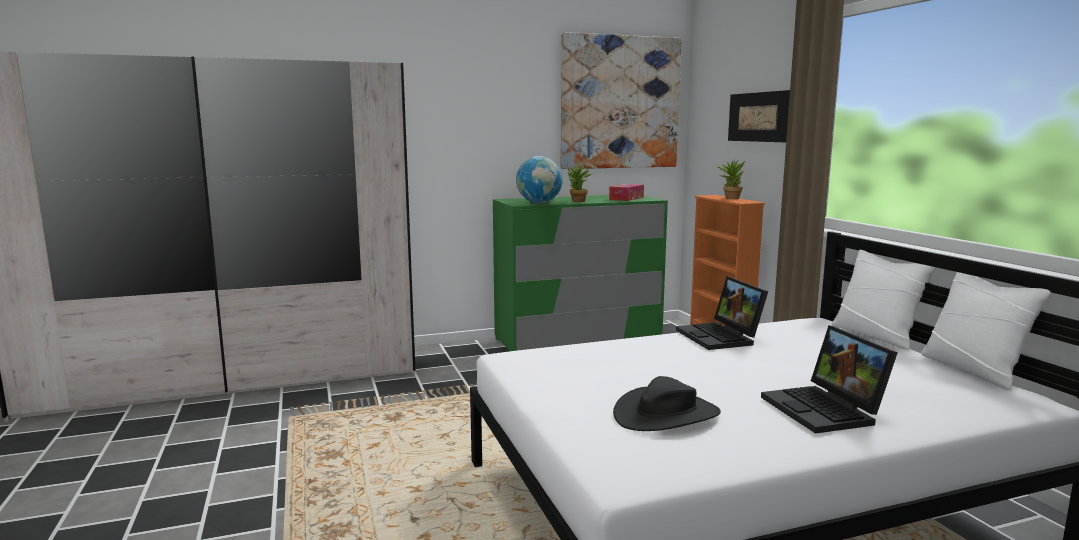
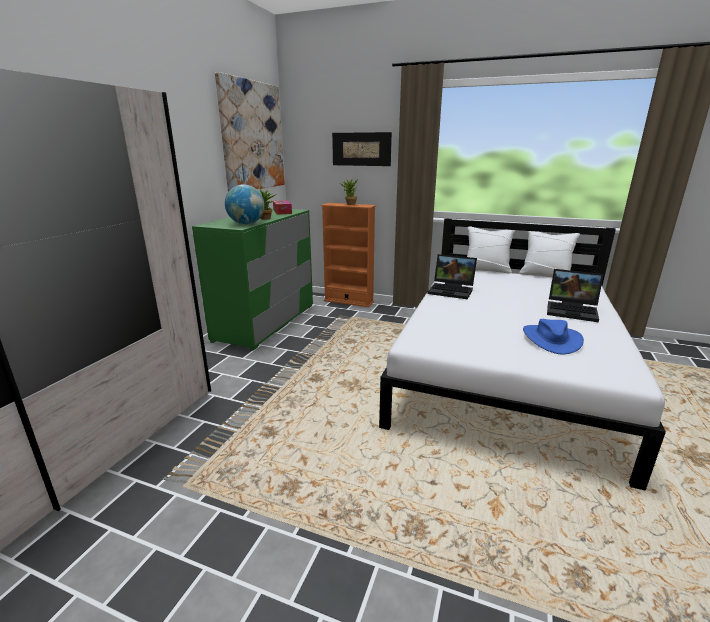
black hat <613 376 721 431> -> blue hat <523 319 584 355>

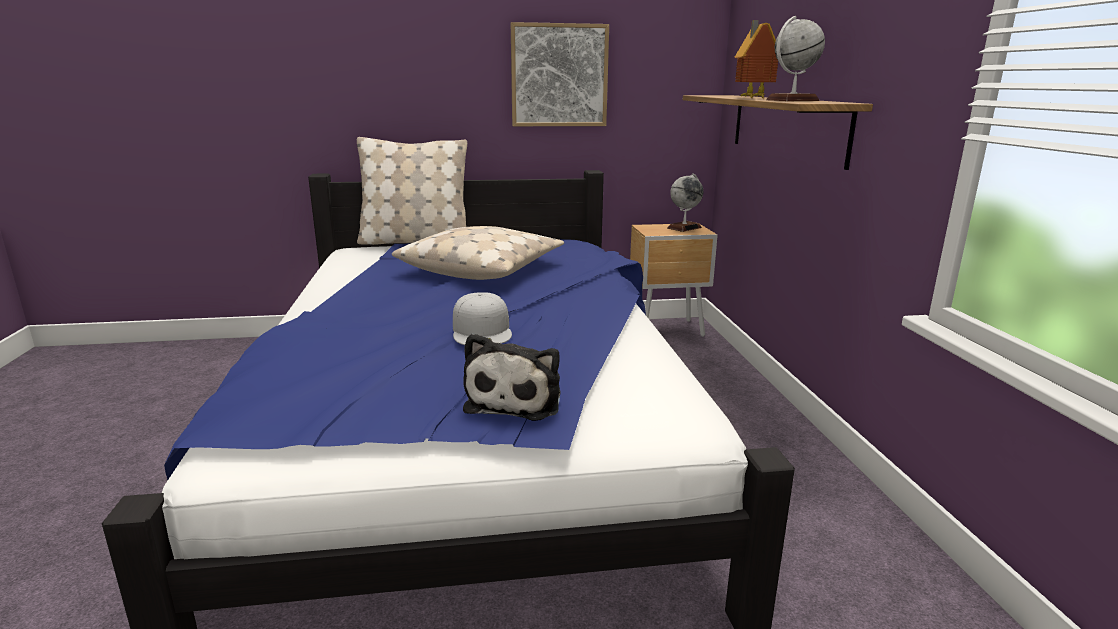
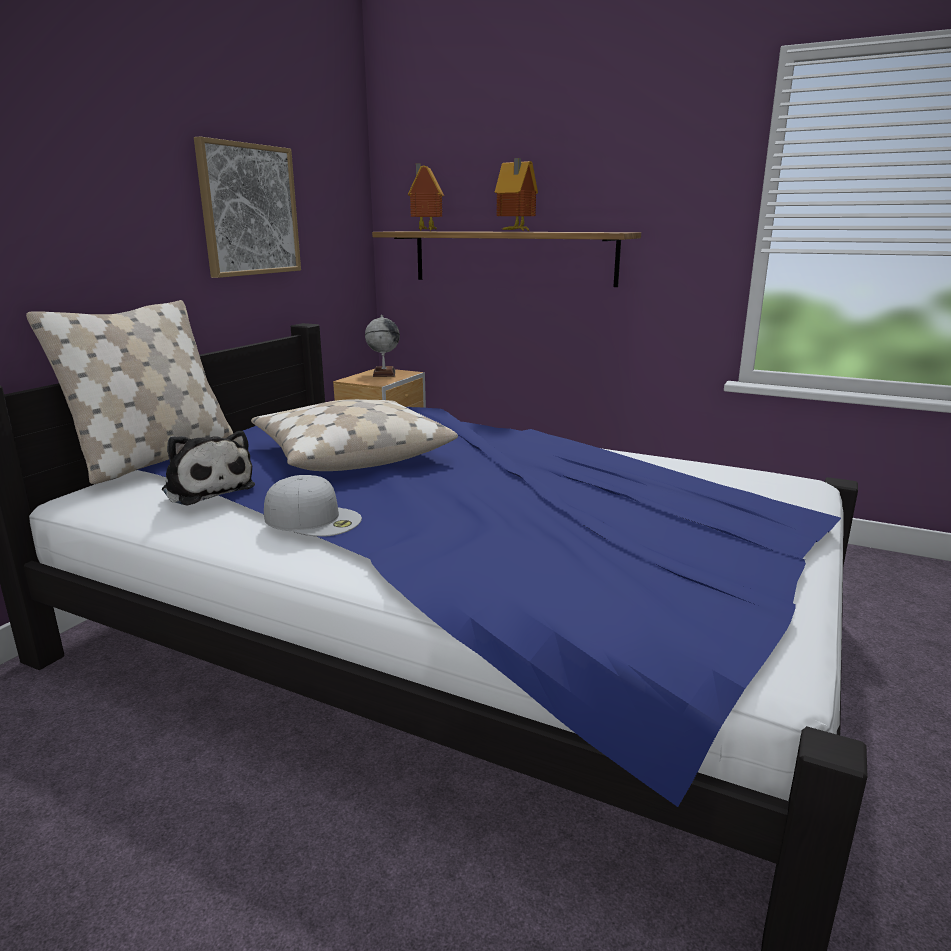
white cap <453 292 512 345> -> white cap <264 475 362 537>, move
plush toy <463 333 560 421> -> plush toy <162 431 255 505>, move
globe <766 16 825 101> -> none
none -> toy house <408 163 444 231>

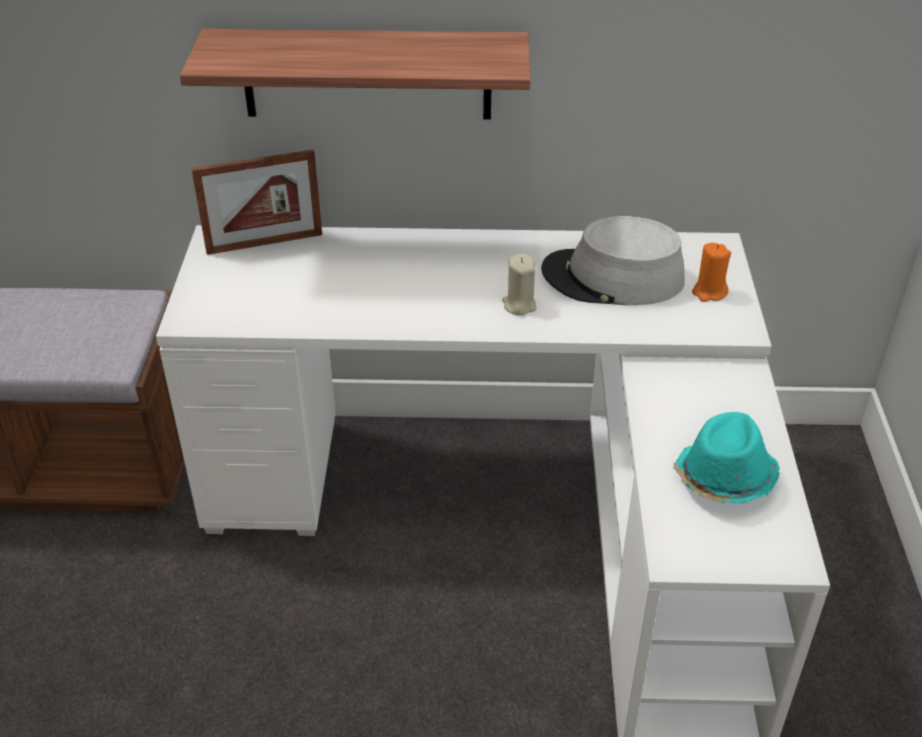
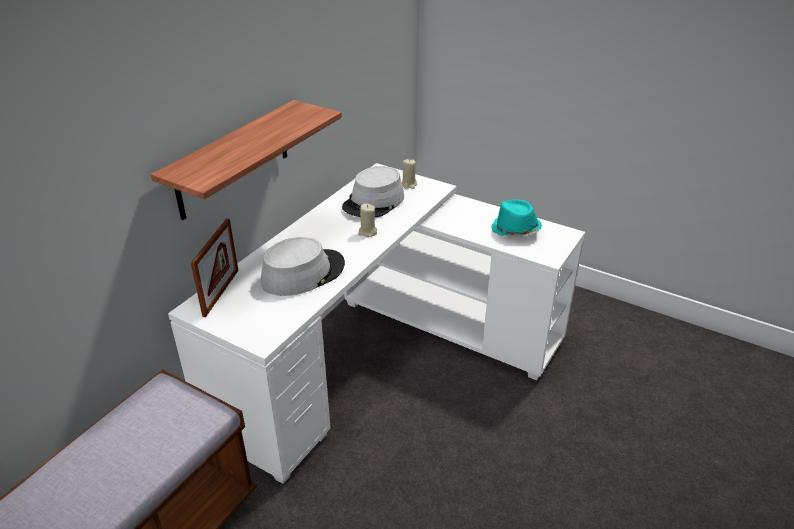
orange candle <692 243 731 302> -> beige candle <402 159 417 189>
none -> grey hat <261 237 345 296>

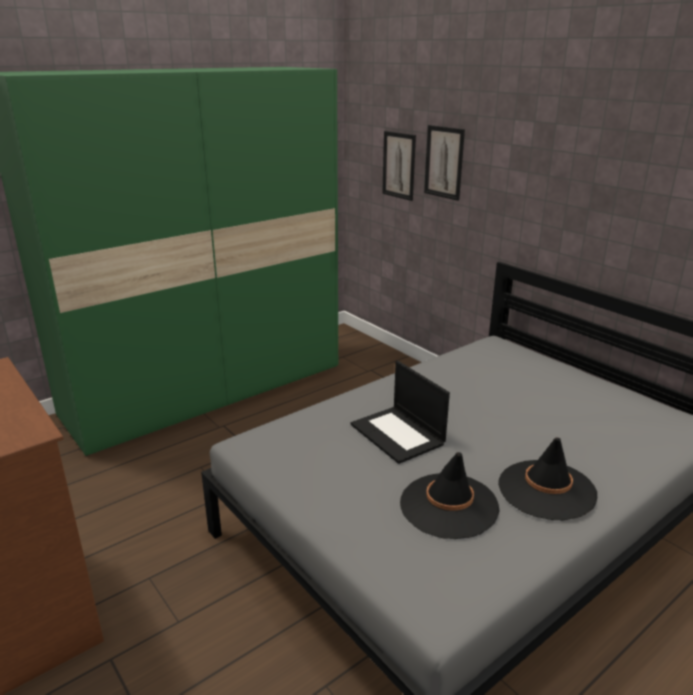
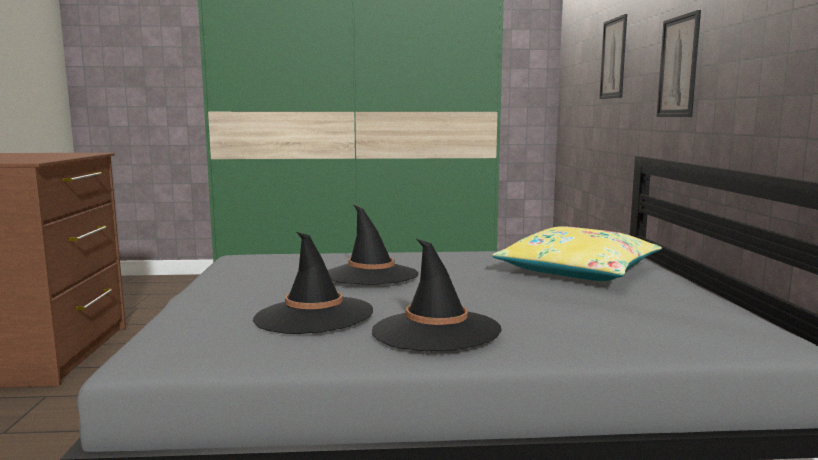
laptop <351 361 450 464> -> black hat <328 204 419 285>
picture <382 131 416 201> -> picture <657 10 701 117>, move
none -> yellow pillow <492 226 662 281>

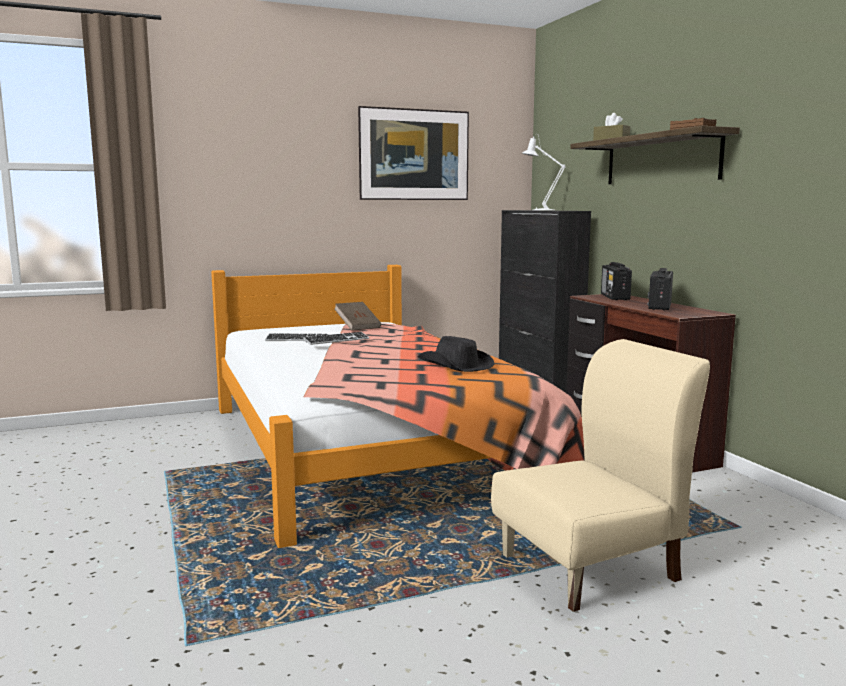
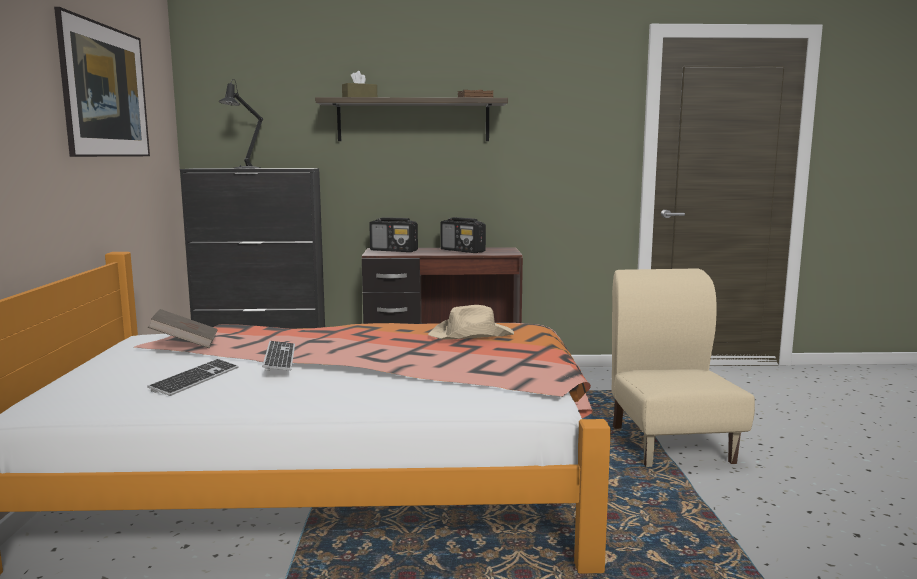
black hat <418 336 495 372> -> beige hat <428 305 514 340>
white table lamp <522 134 566 210> -> black table lamp <219 79 263 168>

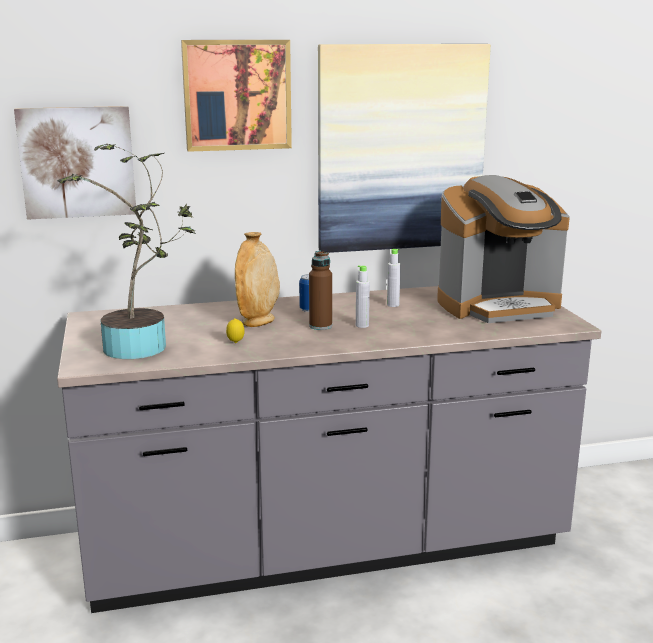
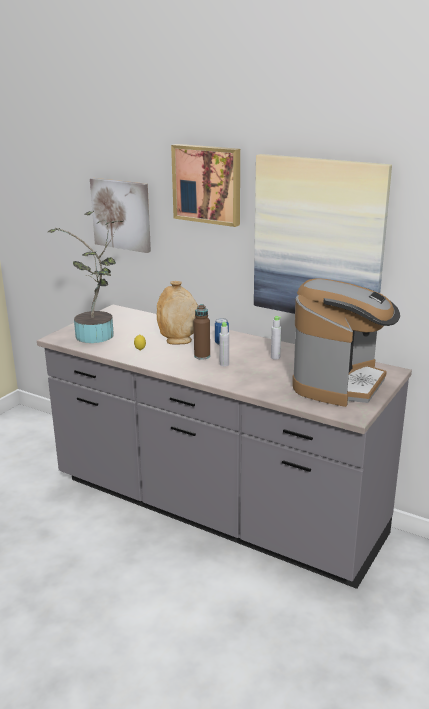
coffee machine <437 175 570 323> -> coffee machine <292 278 400 407>, 90 degrees counterclockwise

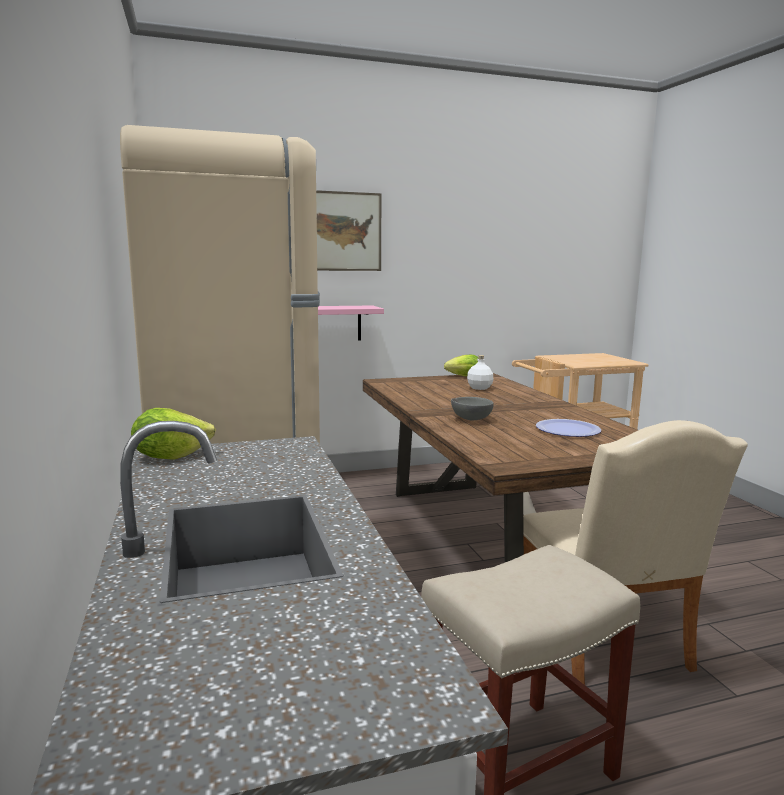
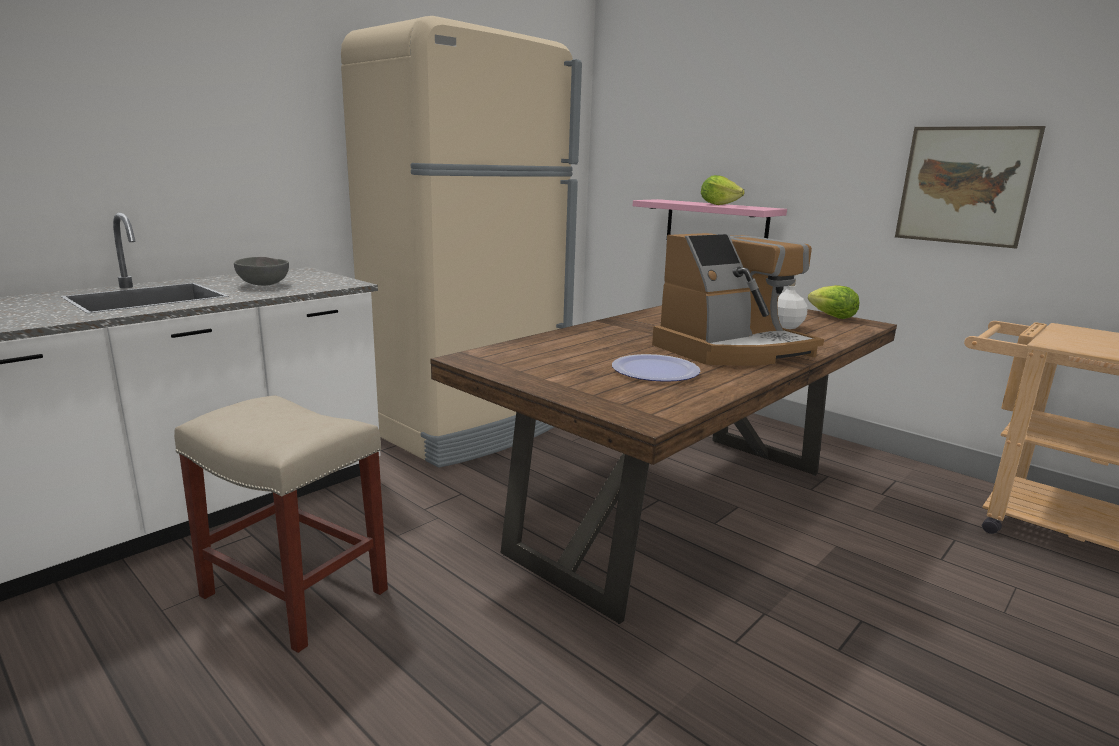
lettuce <131 408 216 460> -> lettuce <701 175 745 205>, move
picture <316 190 381 271> -> picture <895 126 1046 249>, move
grey bowl <451 397 494 420> -> grey bowl <234 257 289 286>, move
beige chair <523 420 748 685> -> none
none -> coffee machine <652 233 824 366>

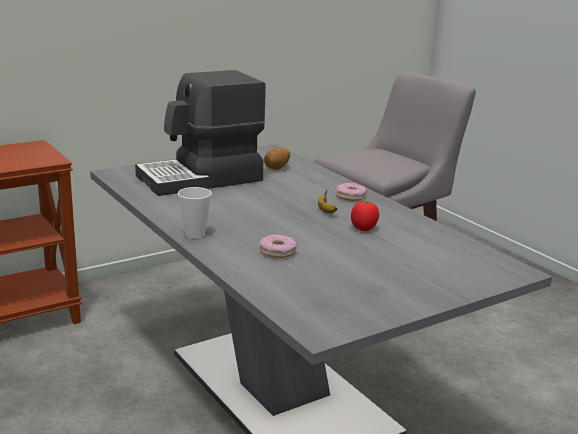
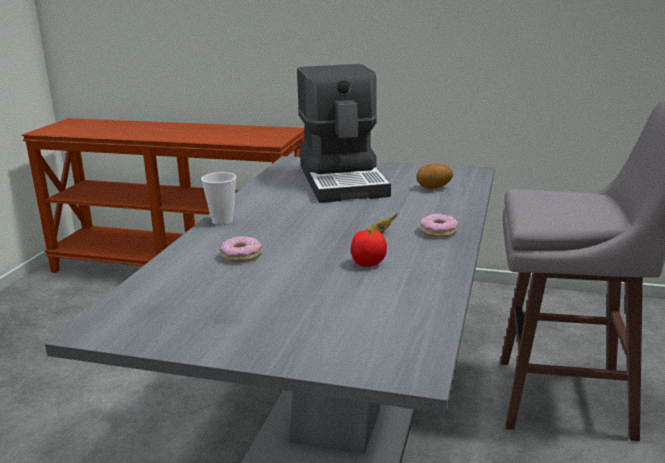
coffee machine <135 70 266 196> -> coffee machine <297 64 391 203>, 120 degrees counterclockwise

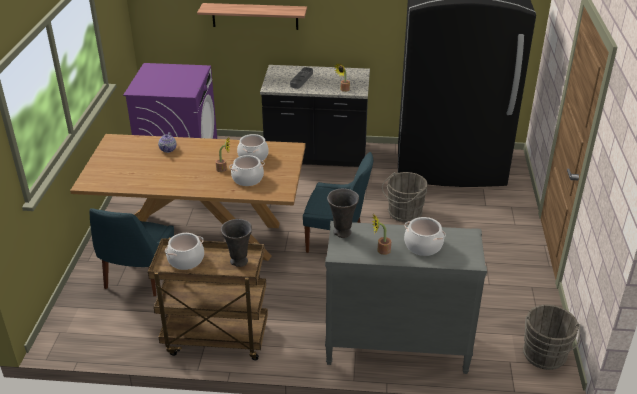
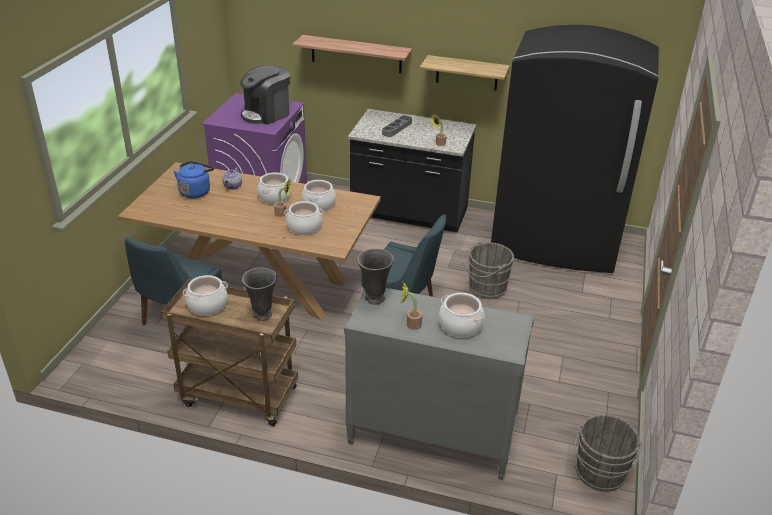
none -> blue kettle <174 161 214 198>
none -> coffee machine <240 65 290 125>
none -> cooking pot <258 172 292 204>
none -> shelf <420 55 510 90>

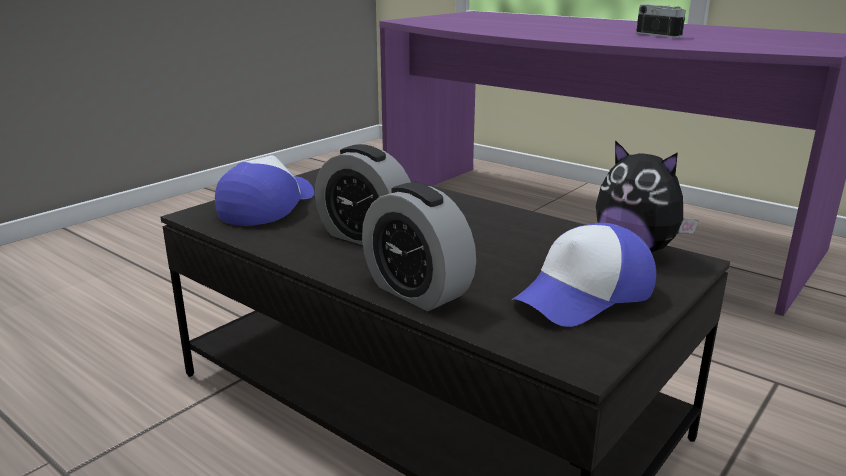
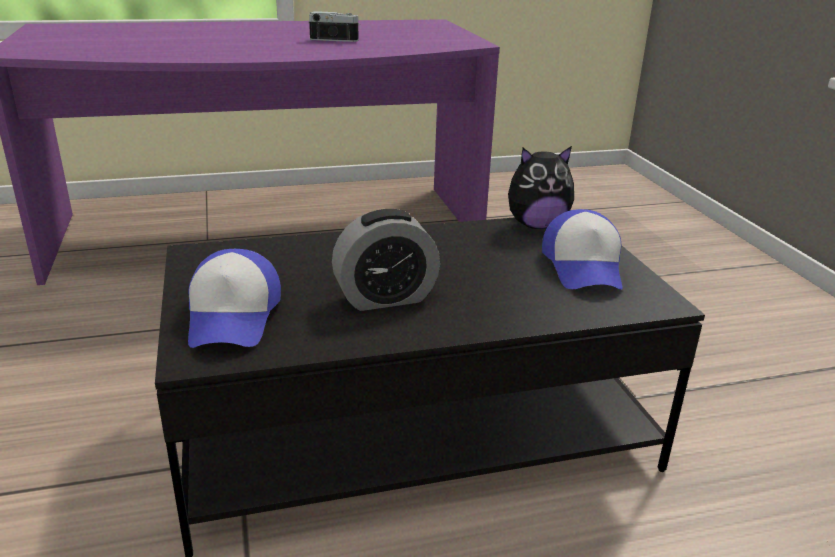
cap <215 155 314 226> -> cap <188 249 281 348>, 150 degrees counterclockwise
alarm clock <362 183 476 311> -> none

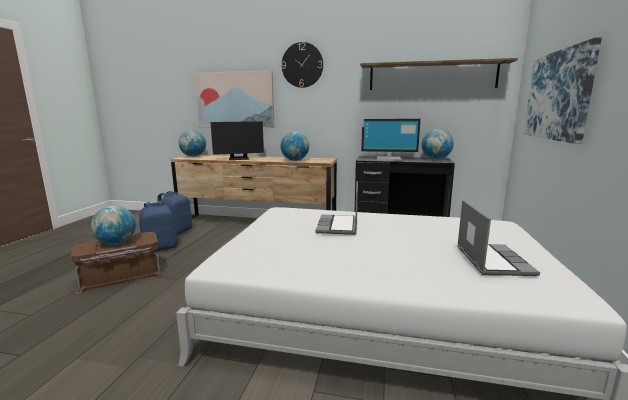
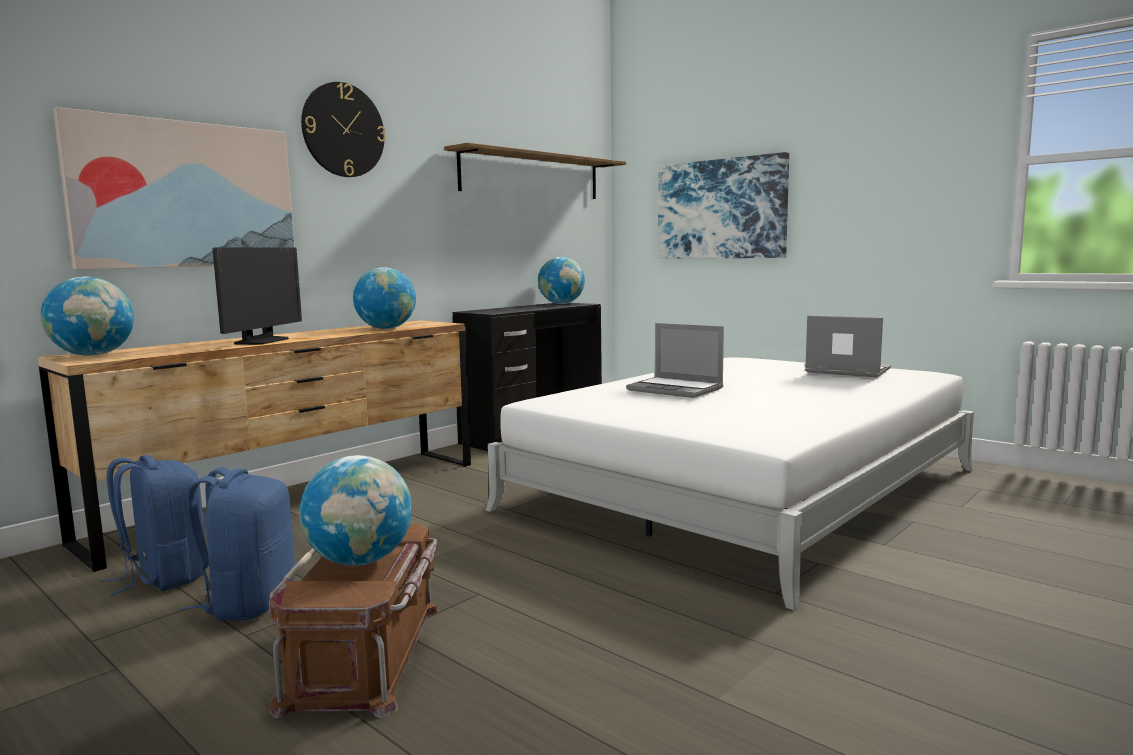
monitor <361 119 421 161> -> none

